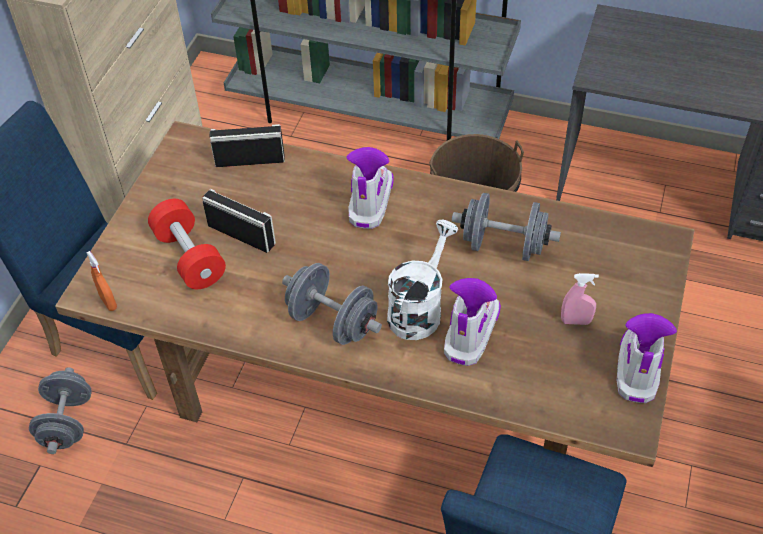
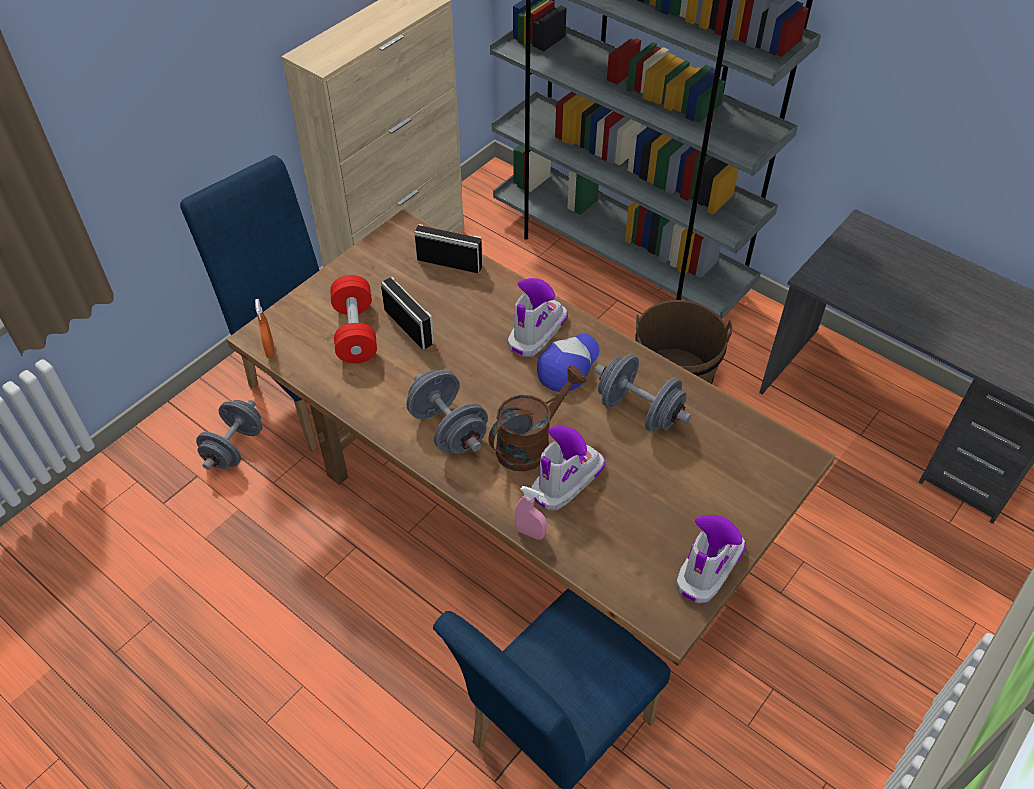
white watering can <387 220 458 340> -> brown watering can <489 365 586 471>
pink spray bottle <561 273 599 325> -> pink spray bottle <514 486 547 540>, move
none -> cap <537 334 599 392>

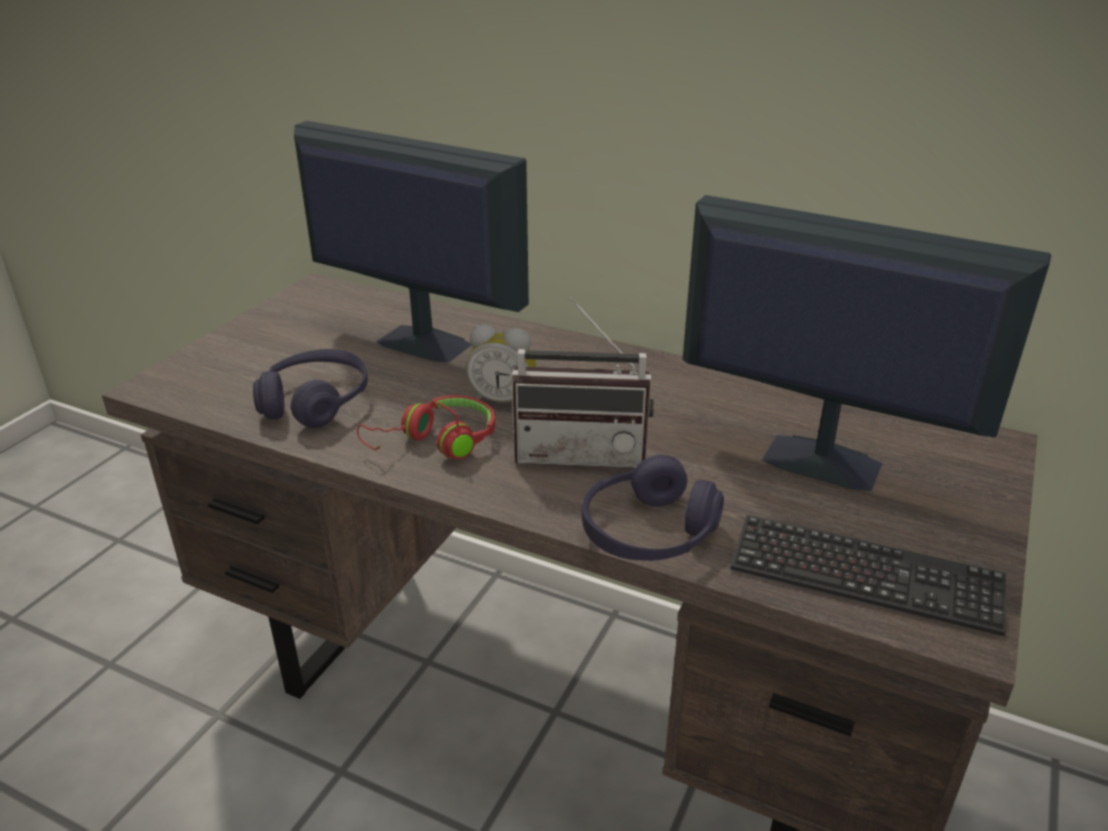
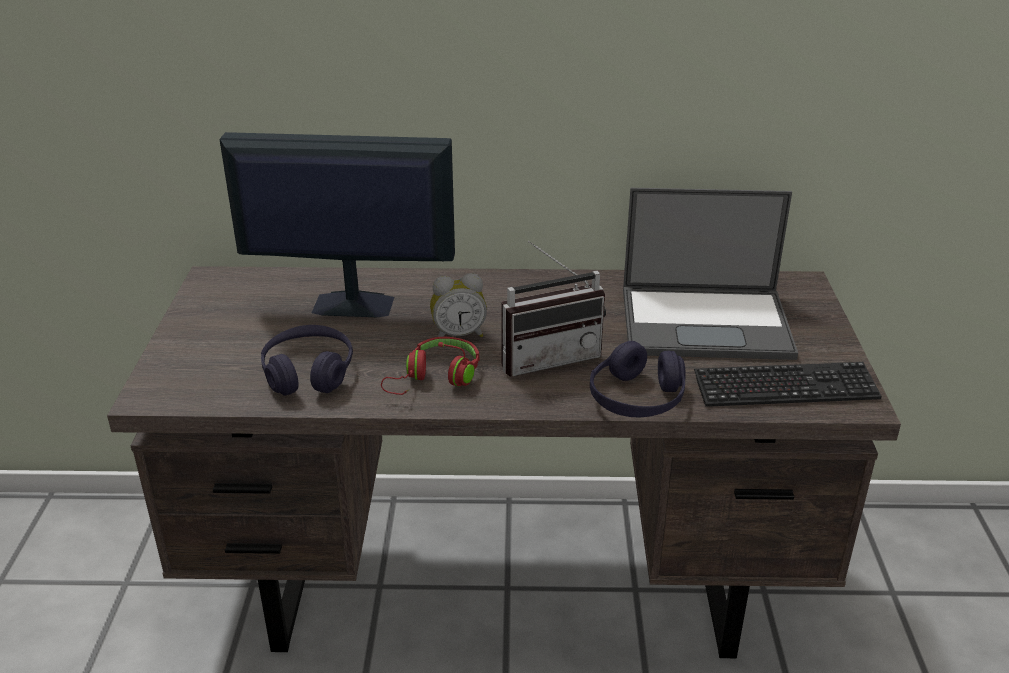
monitor <683 195 1051 491> -> laptop <623 188 798 360>

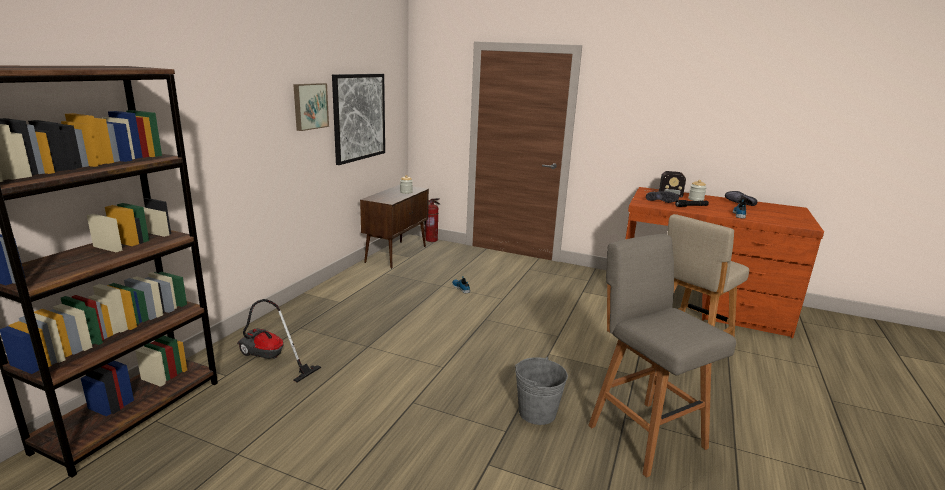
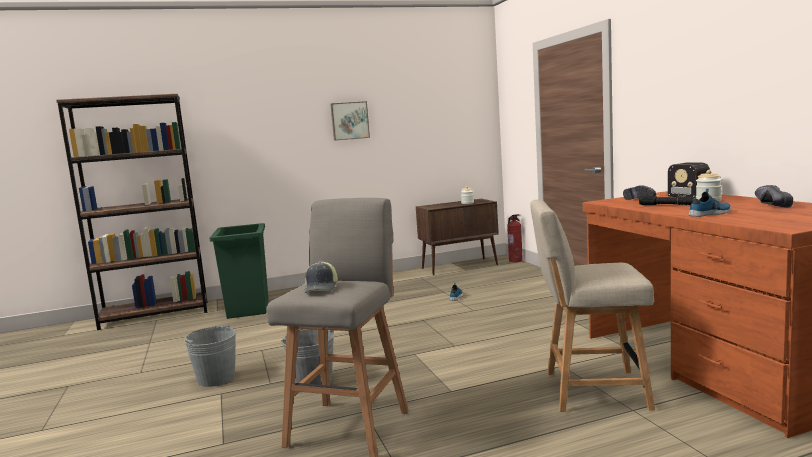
vacuum cleaner <237 299 322 382> -> green trash can <209 223 269 319>
picture <332 74 385 165> -> none
none -> grey bucket <184 325 236 387>
none -> cap <304 261 338 293>

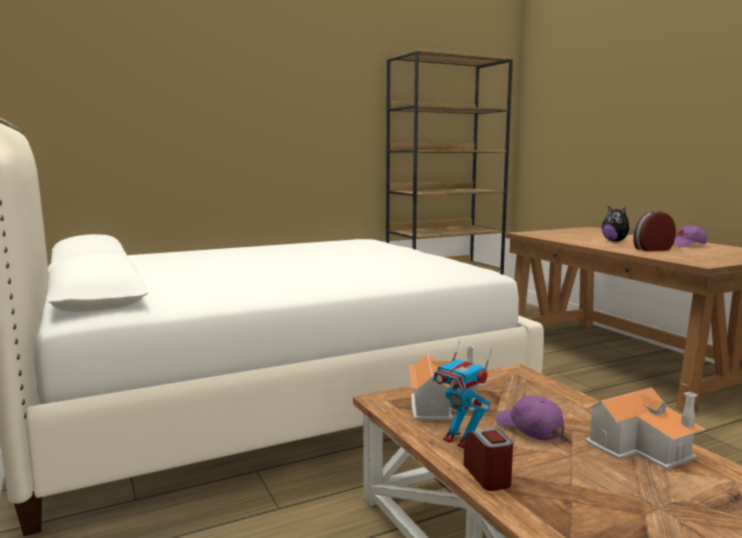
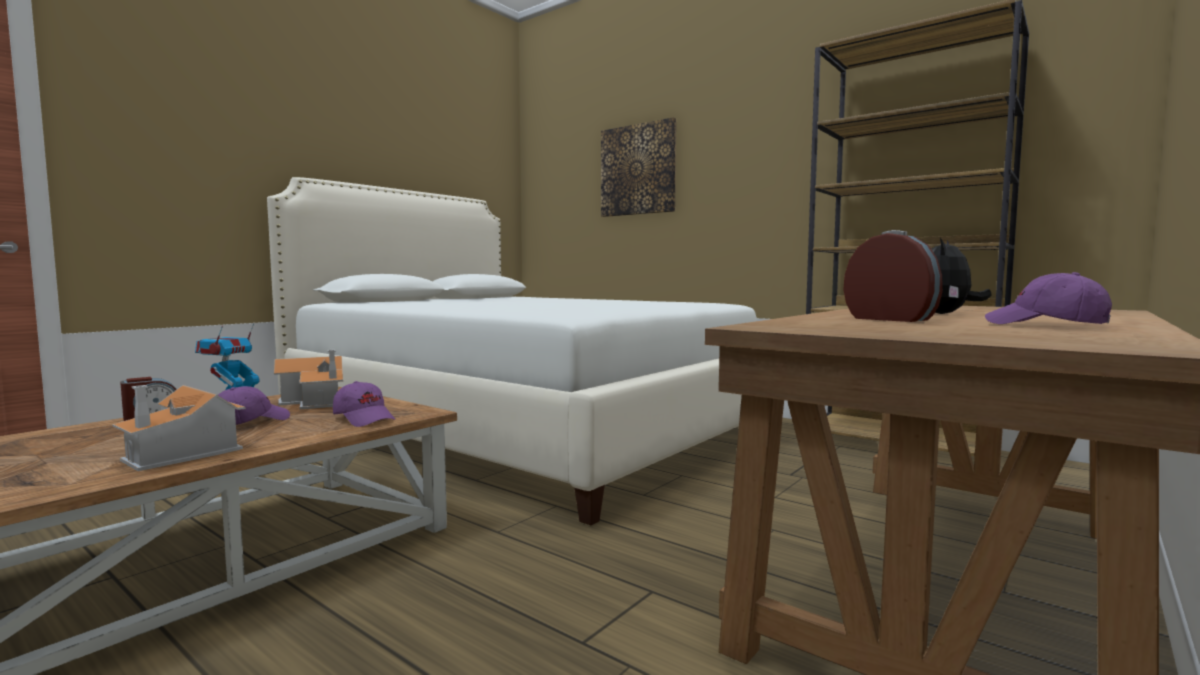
none -> purple cap <333 381 395 427>
none -> picture <601 117 676 217>

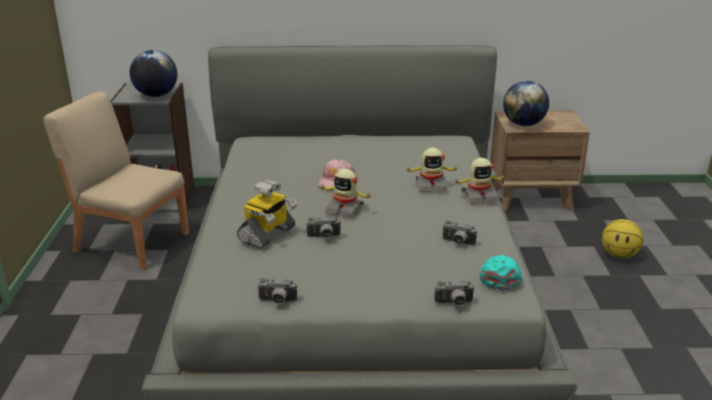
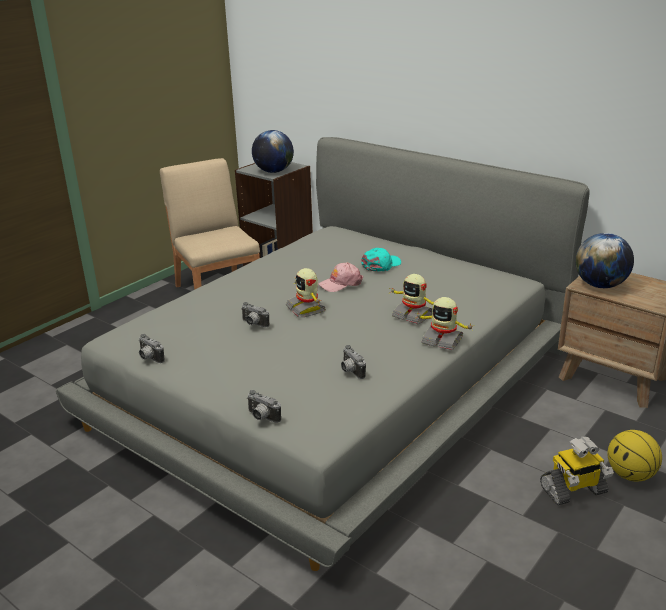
toy robot <237 179 297 249> -> toy robot <540 436 614 505>, move
turquoise cap <480 255 523 291> -> turquoise cap <361 248 401 272>, move

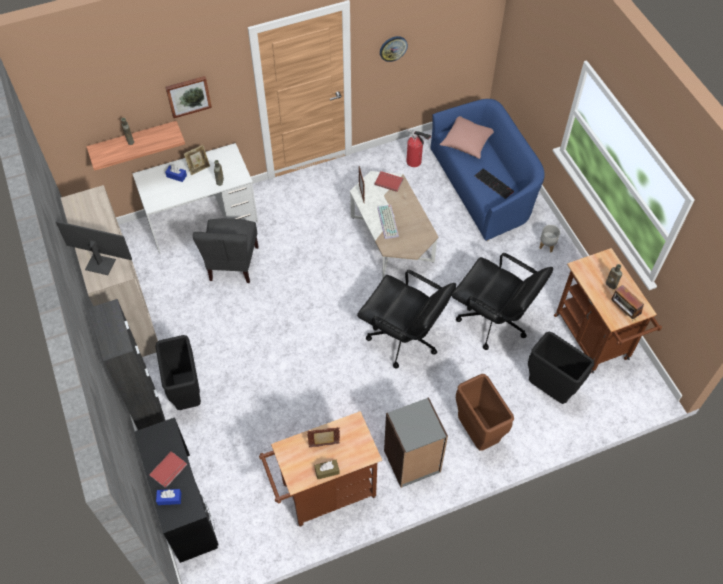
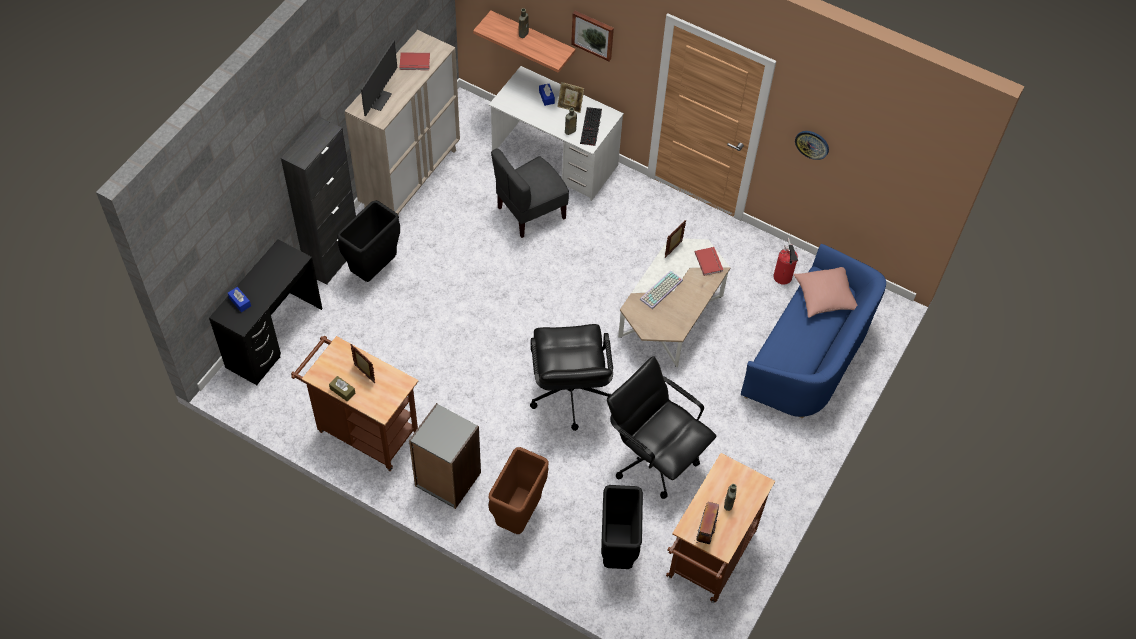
monitor <56 221 132 275> -> monitor <361 40 397 116>, 45 degrees clockwise
red book <149 451 187 488> -> red book <399 52 430 70>, move
black office chair <452 253 553 350> -> black office chair <607 356 716 499>, 135 degrees clockwise
keyboard <475 168 514 199> -> keyboard <580 107 602 146>, move
grey planter <539 225 560 252> -> none

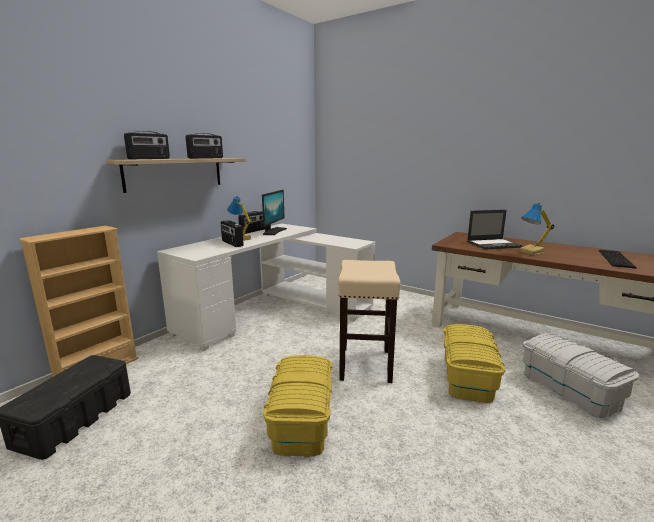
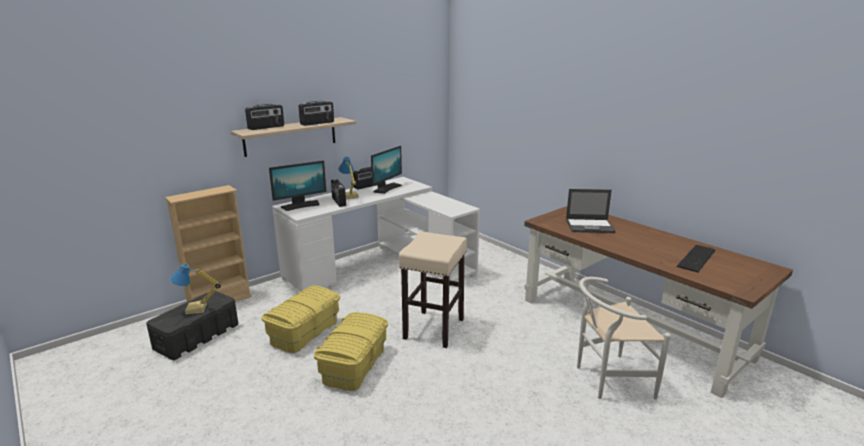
yellow storage box <443 324 505 403> -> yellow storage box <261 286 340 353>, move
table lamp <519 203 554 255> -> table lamp <169 263 222 314>, move
white storage box <522 333 639 418> -> white chair <577 277 671 399>
none -> monitor <269 161 326 211>

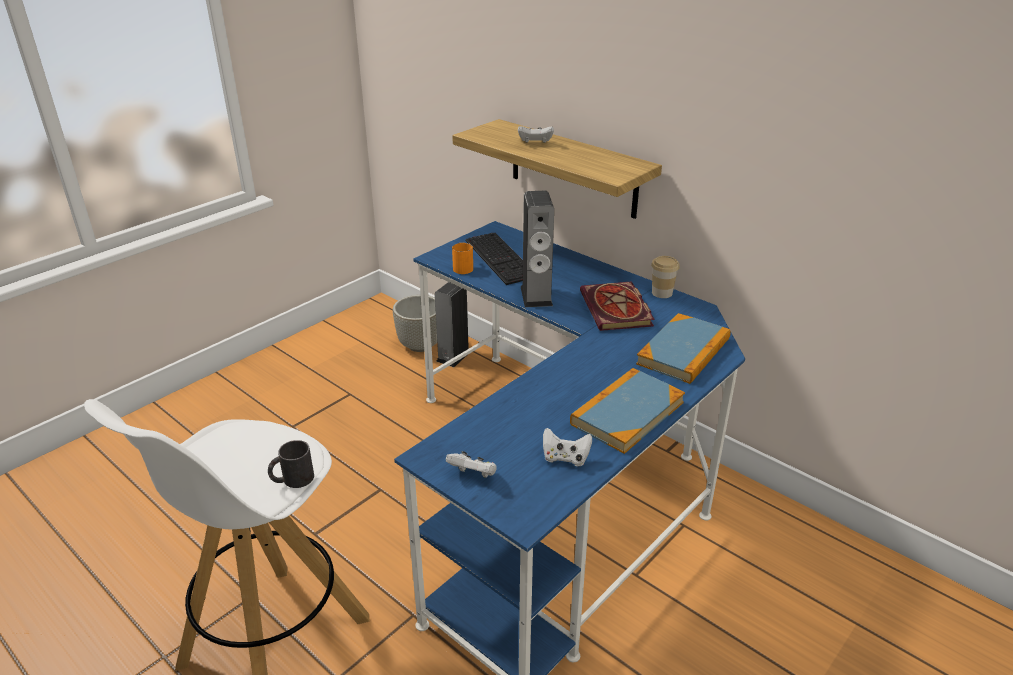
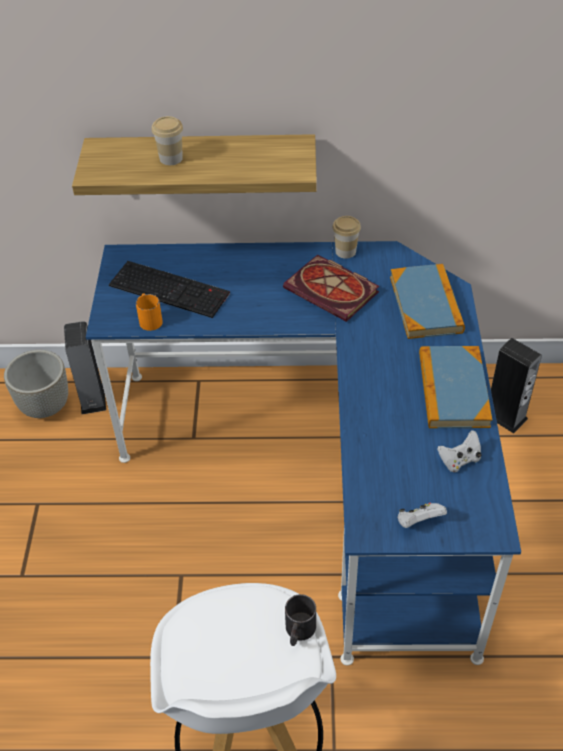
white game controller <518 126 554 143> -> cup <152 116 183 165>
speaker <521 191 554 307> -> speaker <491 338 542 433>, move

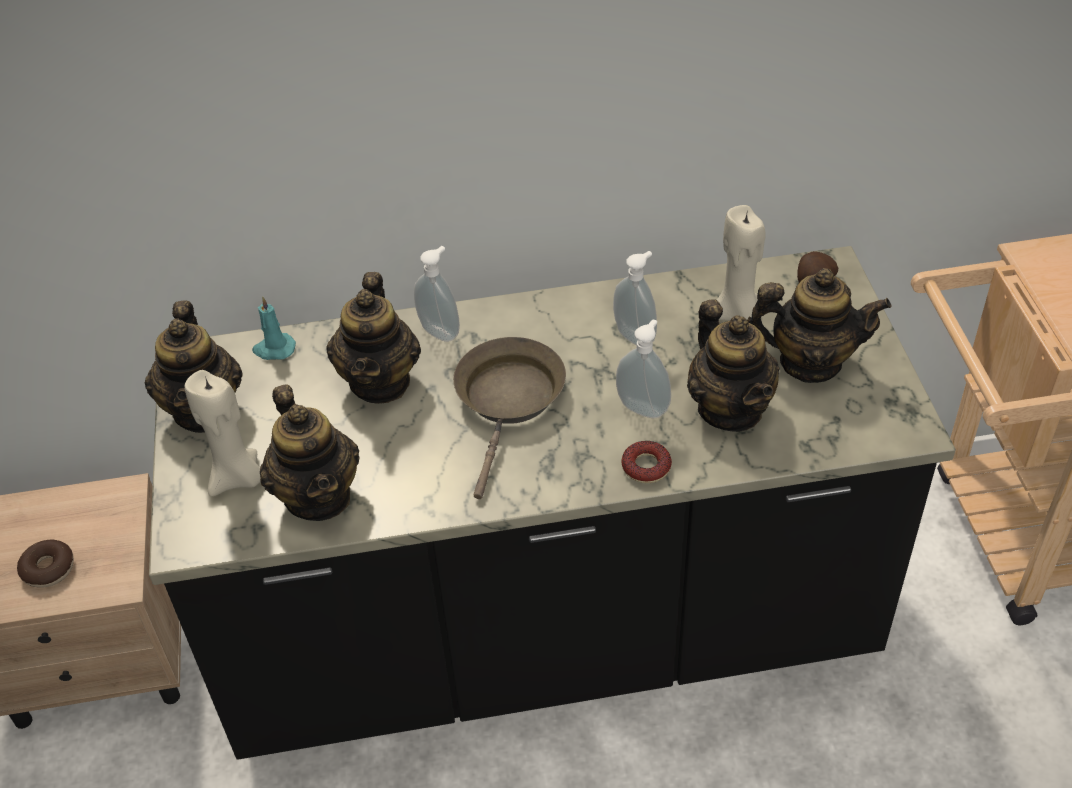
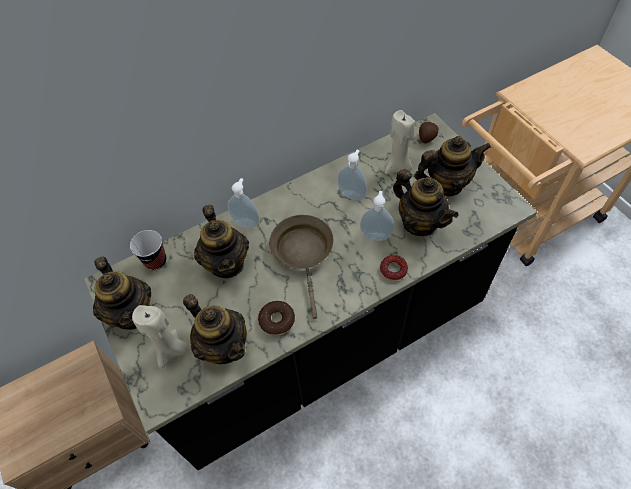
donut <17 540 74 588> -> donut <258 301 295 336>, move
turquoise candle <252 296 296 360> -> cup <130 230 167 271>

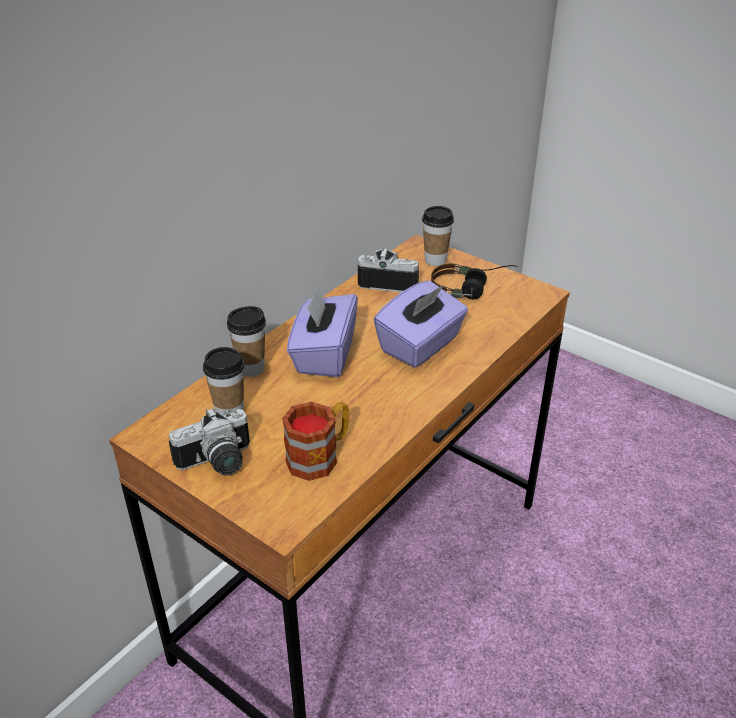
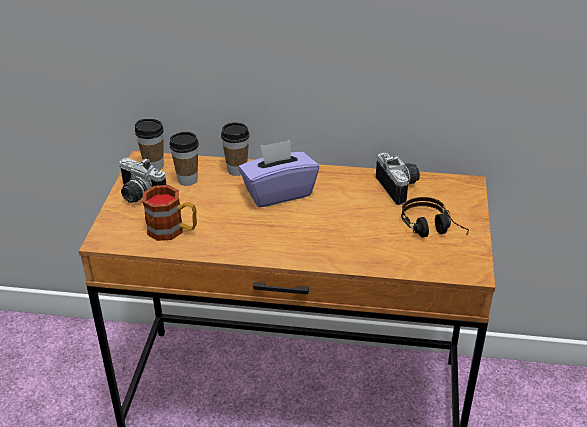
purple tissue box <374 281 468 368> -> none
cup <422 206 454 266> -> cup <135 119 164 170>, move

